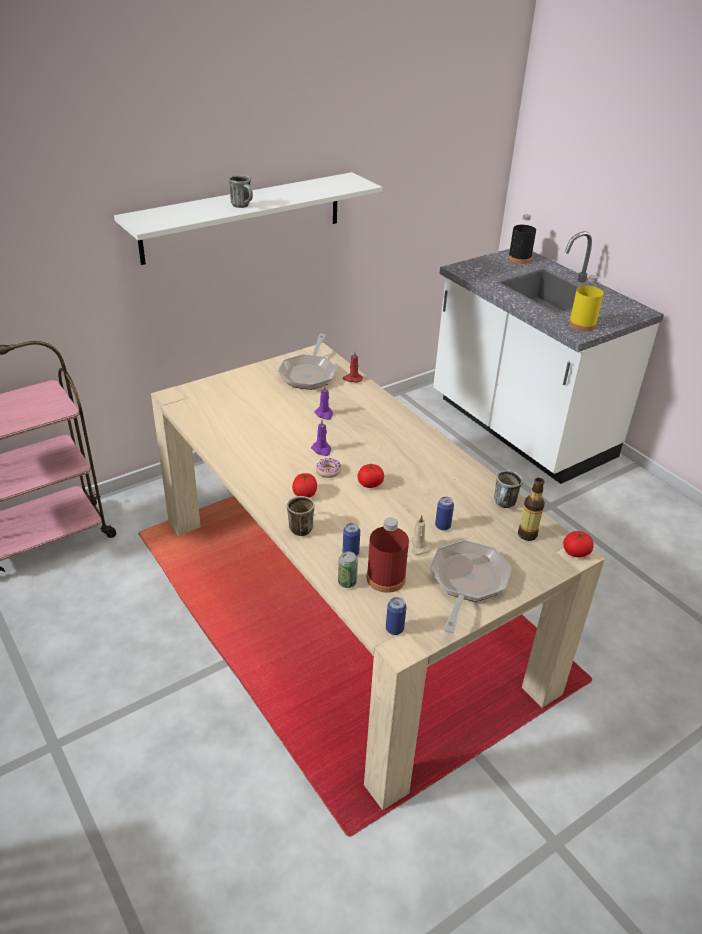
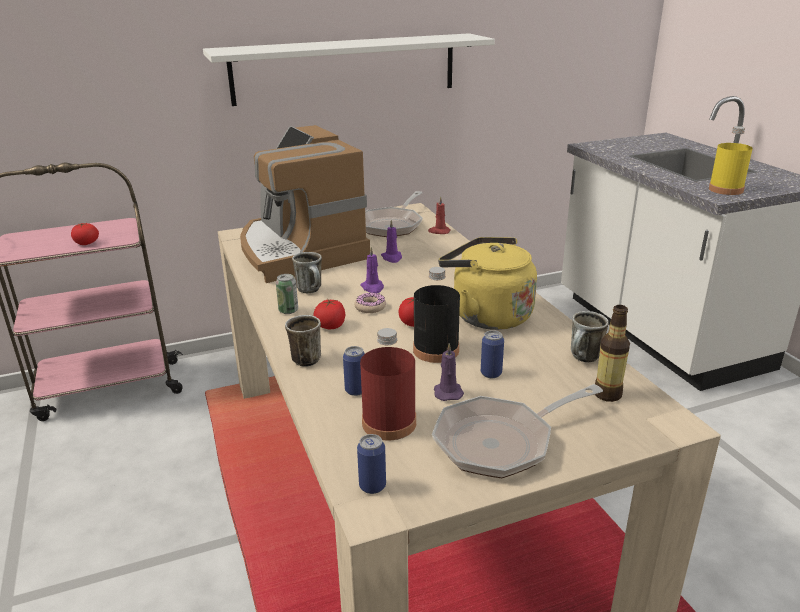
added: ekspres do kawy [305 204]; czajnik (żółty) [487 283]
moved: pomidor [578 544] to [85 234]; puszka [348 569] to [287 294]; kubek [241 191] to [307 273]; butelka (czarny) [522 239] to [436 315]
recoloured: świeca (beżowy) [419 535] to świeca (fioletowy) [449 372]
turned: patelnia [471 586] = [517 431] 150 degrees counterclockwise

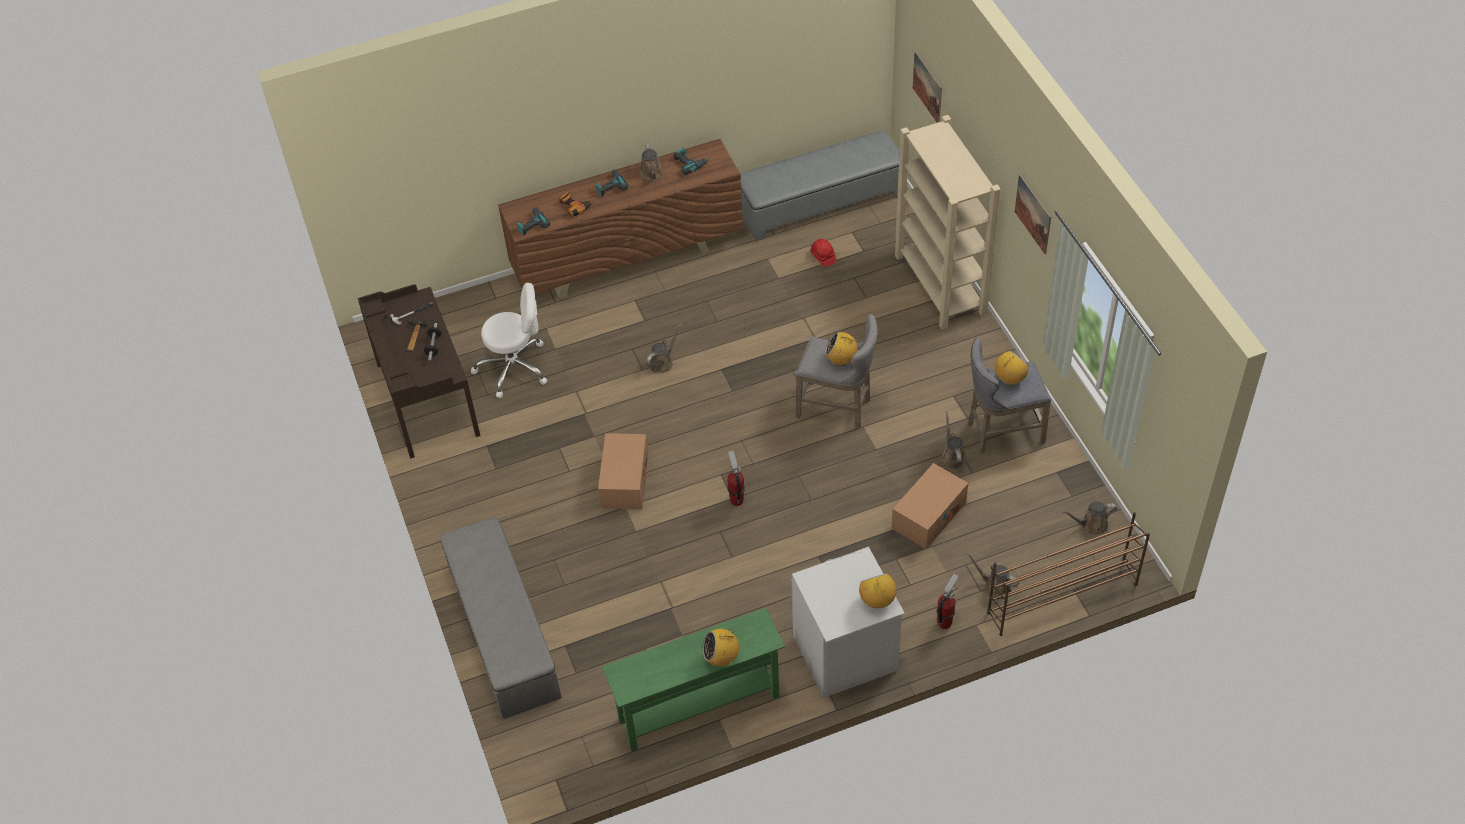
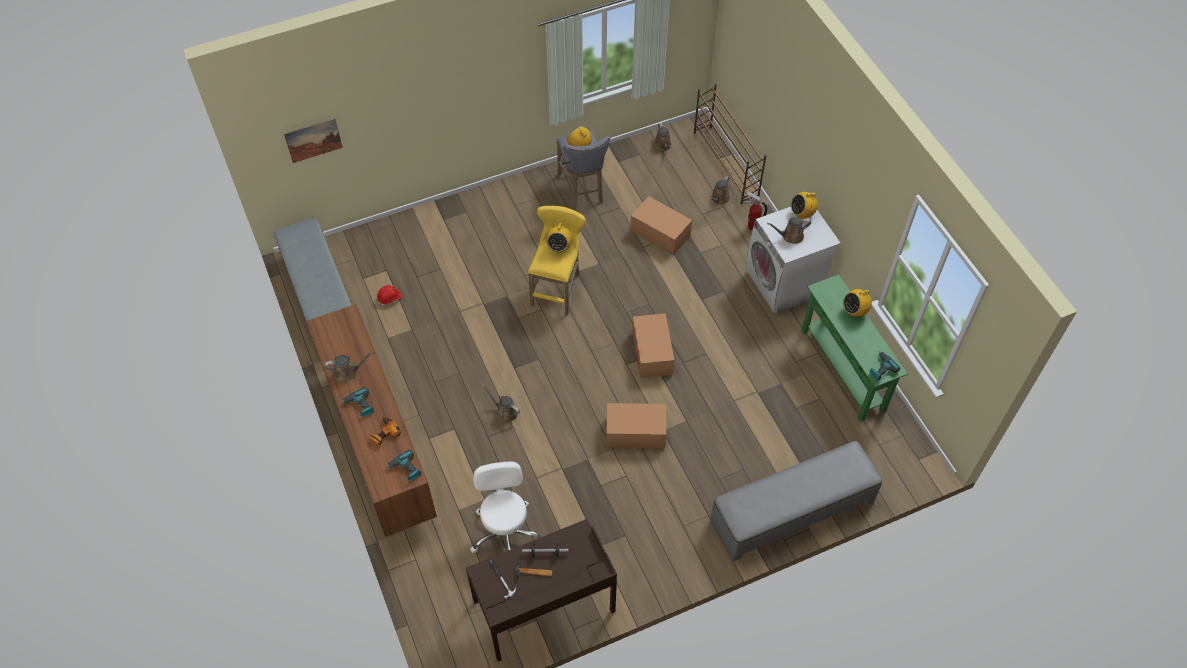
removed: regał (beżowy) [948 222]; obraz [1033 214]
moved: konewka (brązowy) [953 440] to [789 230]; wiertarka [691 161] to [884 366]
replaced: gaśnica [736 478] to karton [653 345]
recoloured: stołek (szary) [837 371] to stołek (żółty) [557 260]
turned: radio [720 647] = [857 302] 75 degrees clockwise

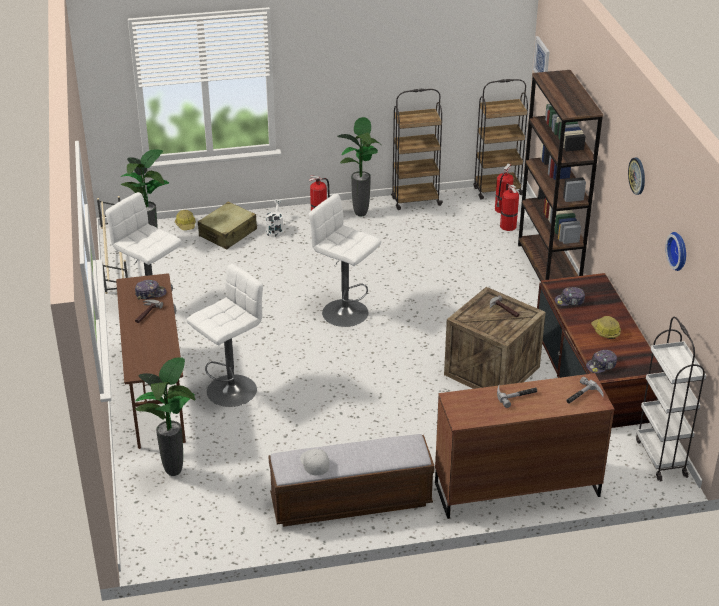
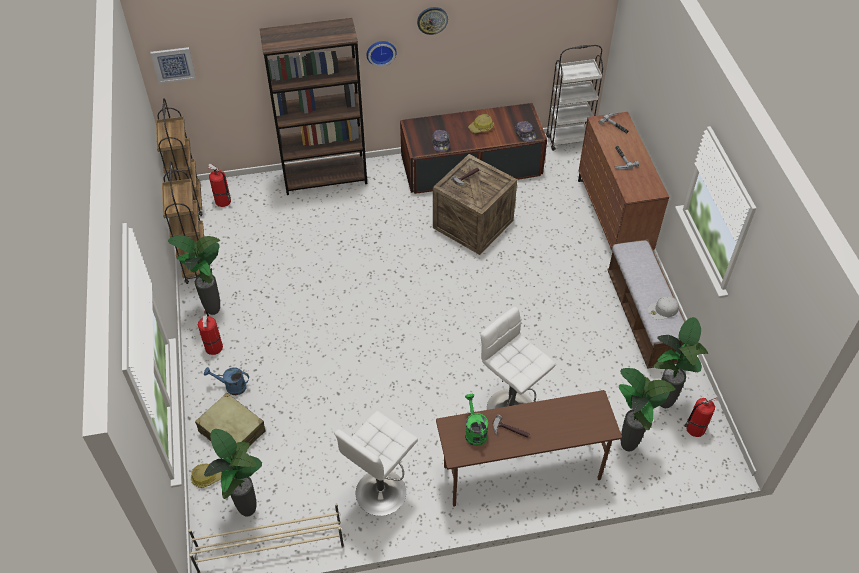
removed: stołek (biały) [345 260]
added: roślina doniczkowa [681 362]
moved: zegar ścienny [675 251] to [381 54]; gaśnica [509 207] to [701 415]
replaced: czapka z daszkiem [150 290] to konewka (zielony) [476 420]
recoloured: konewka (biały) [275 218] to konewka (niebieski) [226 381]

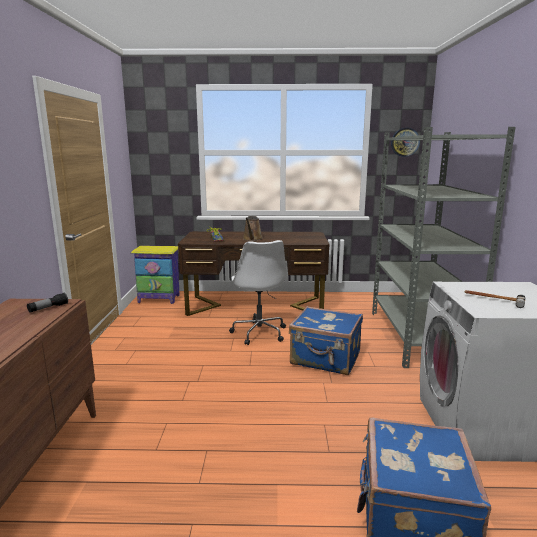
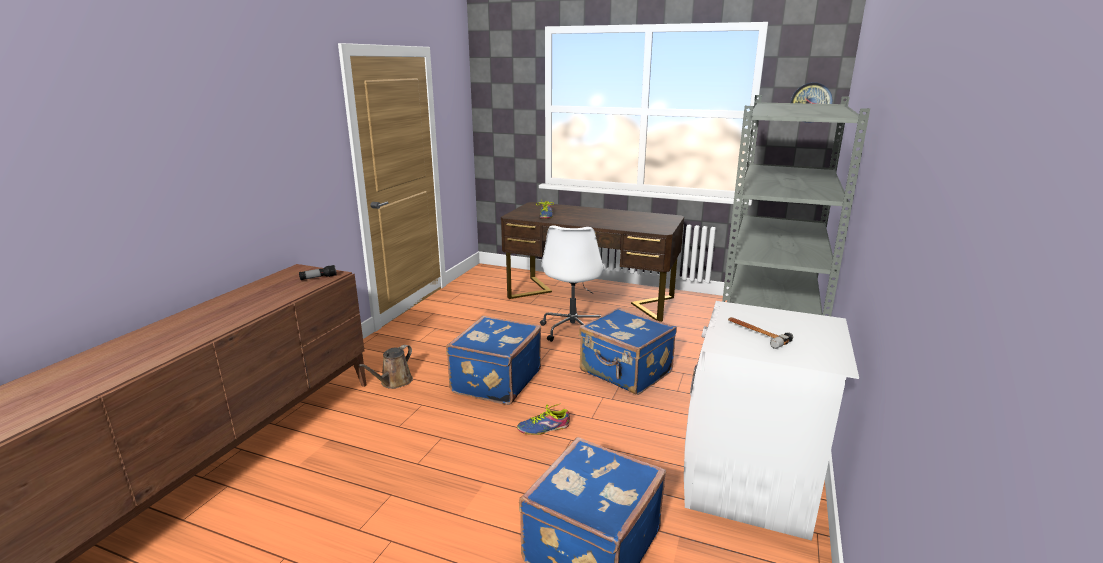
removed: szafka nocna [155 275]
added: walizka (niebieski) [493 360]; but [543 419]
moved: konewka (brązowy) [253 228] to [386 367]

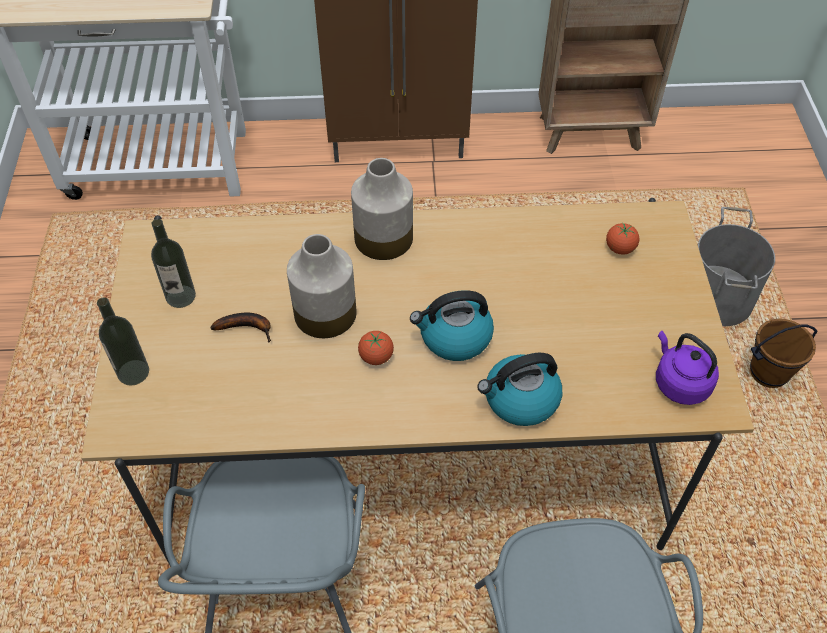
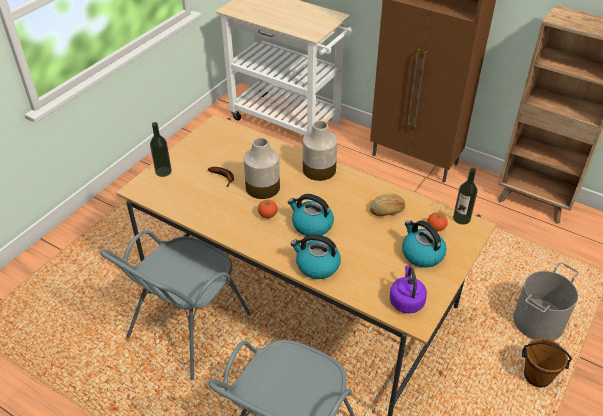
added: chleb [387 205]; czajnik [424 244]
moved: butelka [173 263] to [465 196]

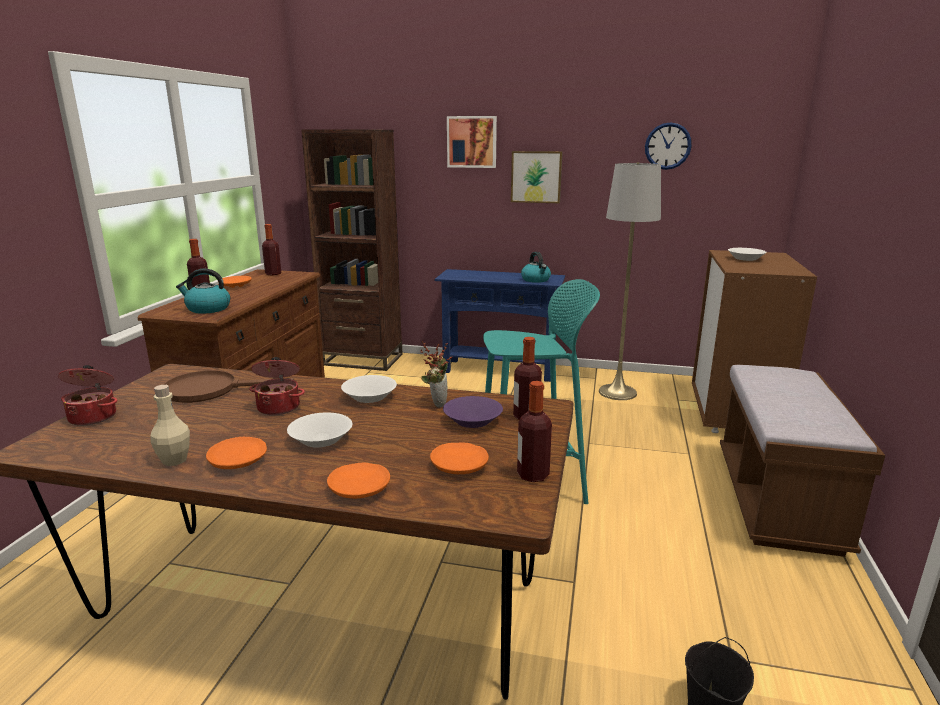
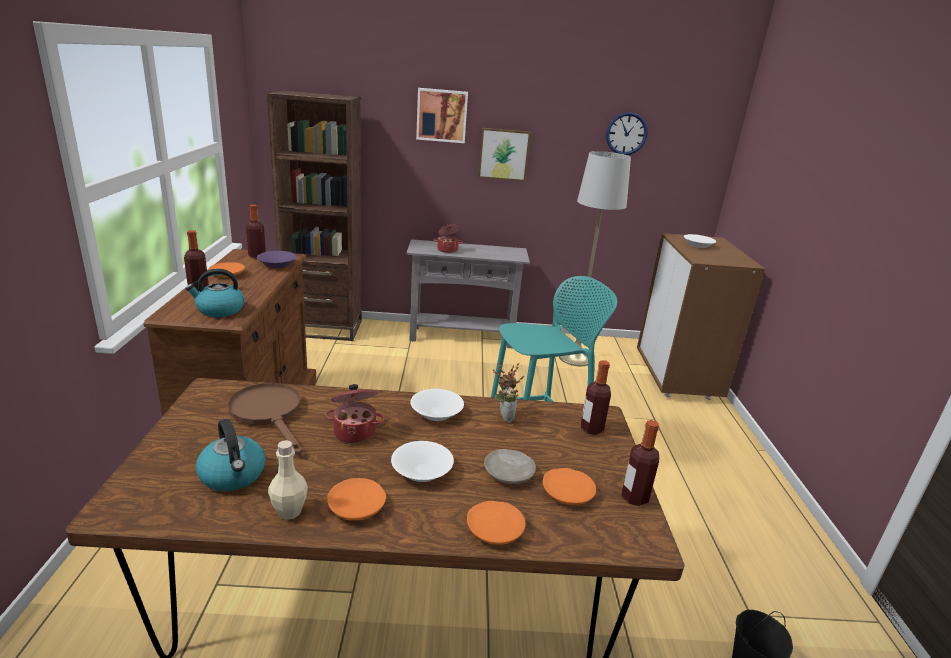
removed: ławka (brązowy) [802 461]
added: talerz (beżowy) [510 466]
moved: czajnik [536 267] to [231 455]; miska (fioletowy) [473 412] to [277 259]; garnek [88 395] to [448 238]
recoloured: stolik konsolowy (niebieski) [500 325] to stolik konsolowy (szary) [468 293]
turned: patelnia (brązowy) [228 386] = [265 419] 75 degrees clockwise

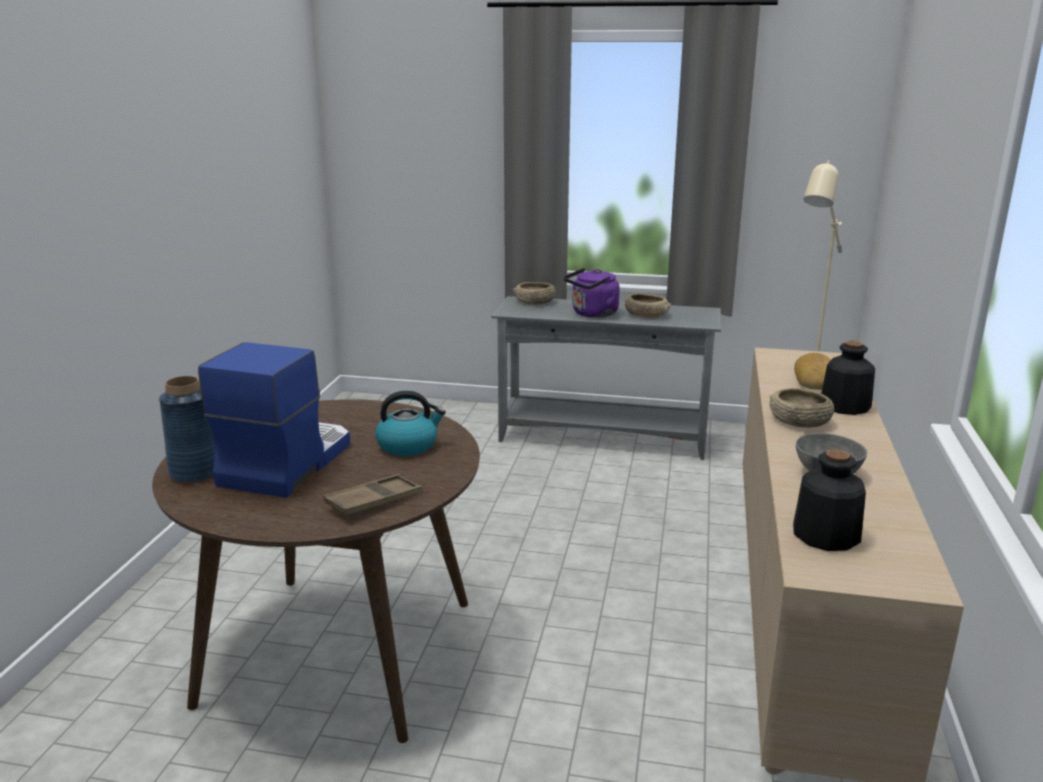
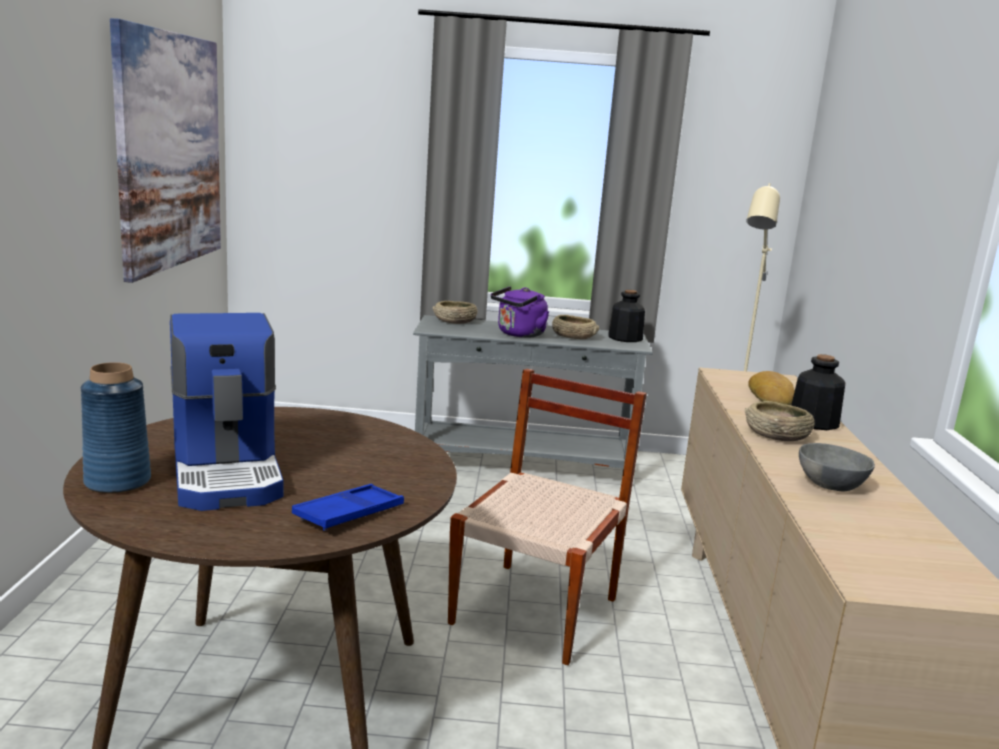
removed: czajnik [410 423]
added: obraz [165 150]; krzesło [547 517]
moved: butelka [829 500] to [626 316]
recoloured: taca (brązowy) [373 495] to taca (niebieski) [348 507]
turned: ekspres do kawy [274 420] = [226 412] 150 degrees clockwise

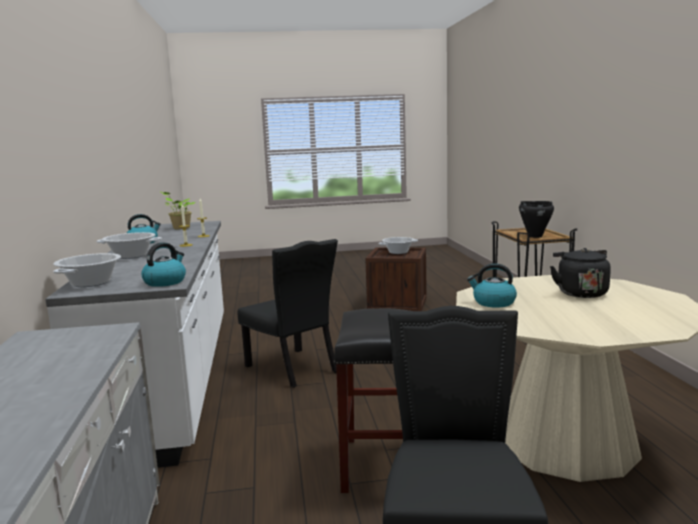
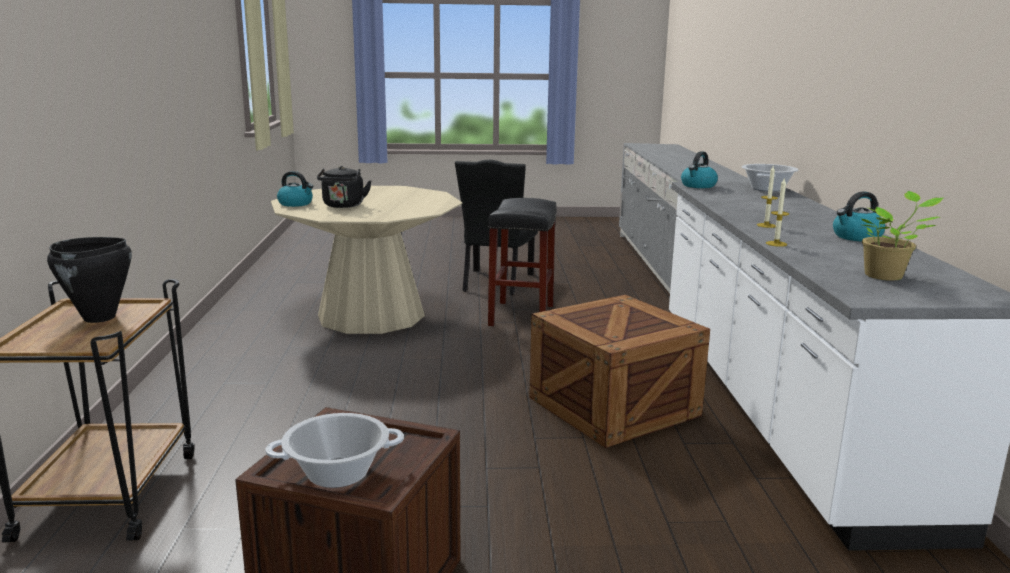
removed: garnek [129 245]
moved: czajnik [492 285] to [295 189]
replaced: krzesło (czarny) [288 313] to skrzynka [619 371]

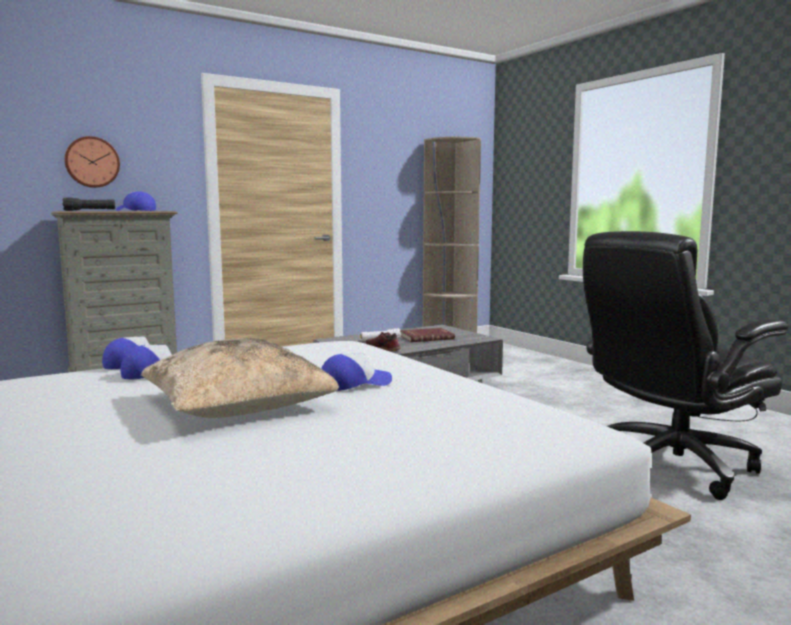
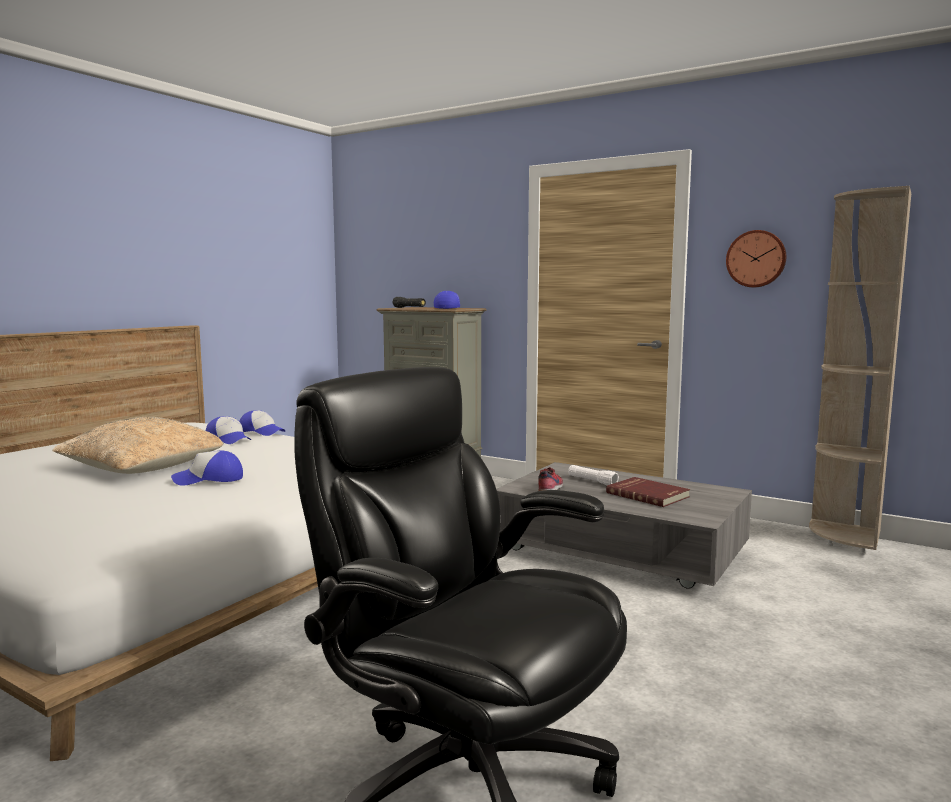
moved: zegar ścienny [92 162] to [756 258]
turned: czapka z daszkiem [356 372] = [207 468] 120 degrees clockwise

